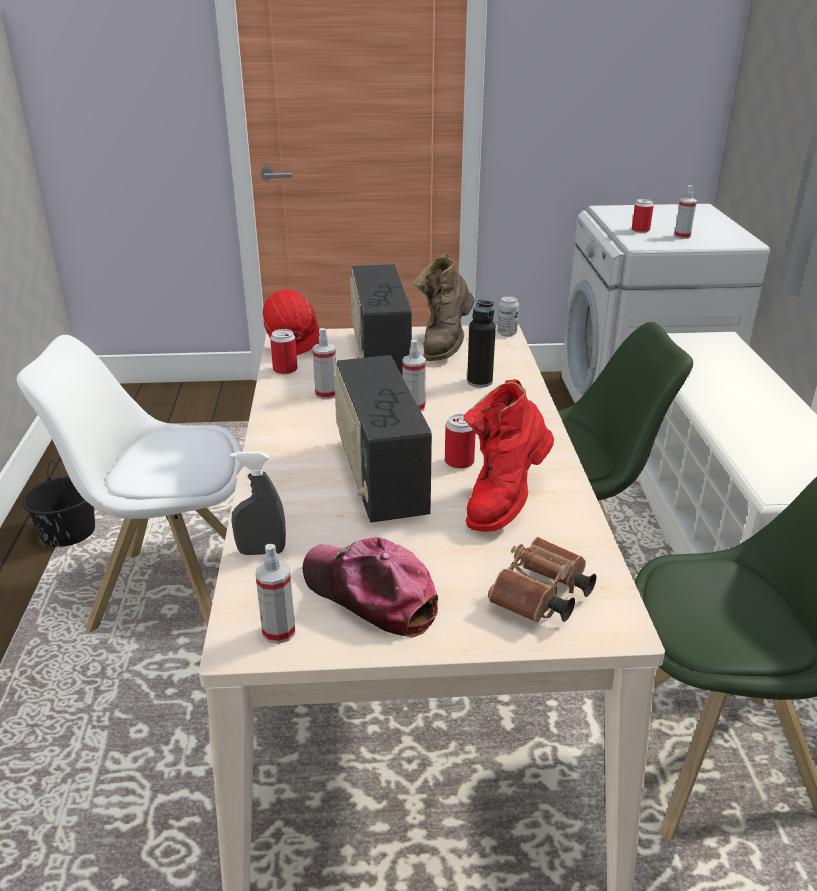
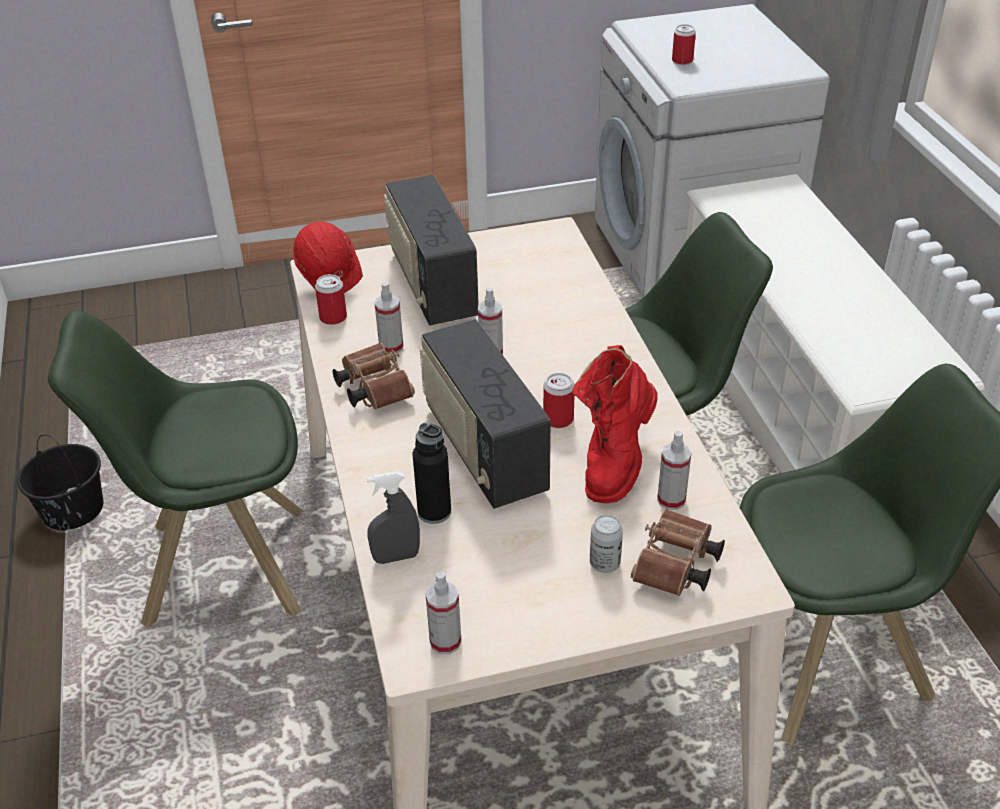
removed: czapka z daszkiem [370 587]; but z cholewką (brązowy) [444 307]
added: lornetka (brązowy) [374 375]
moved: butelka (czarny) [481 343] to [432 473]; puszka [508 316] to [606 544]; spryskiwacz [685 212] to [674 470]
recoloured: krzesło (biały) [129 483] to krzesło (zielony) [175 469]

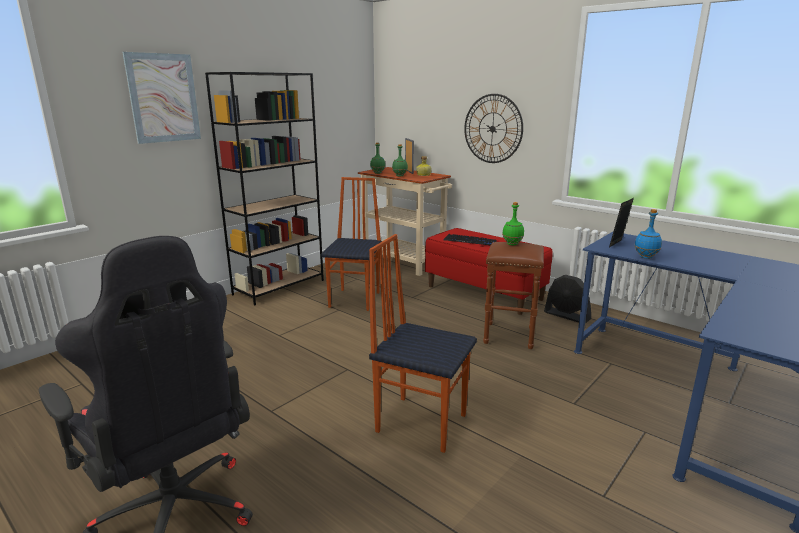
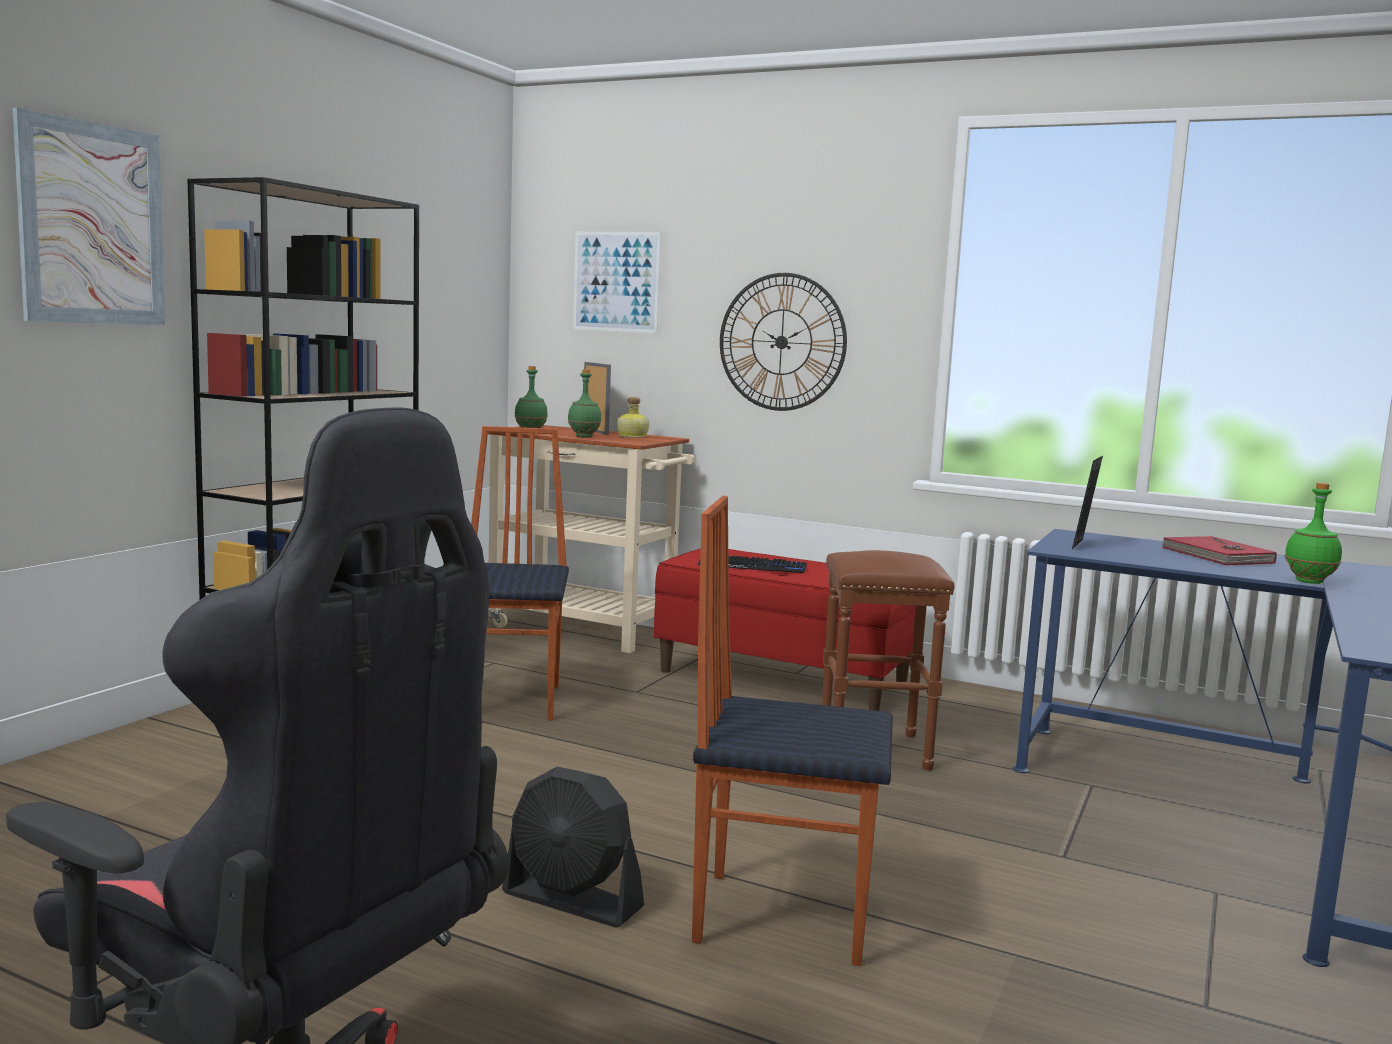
removed: butelka (niebieski) [648 234]
added: obraz [617 282]; książka (czerwony) [1219 550]
moved: wentylator (czarny) [567 299] to [573 847]; butelka (zielony) [513 223] to [1313 533]

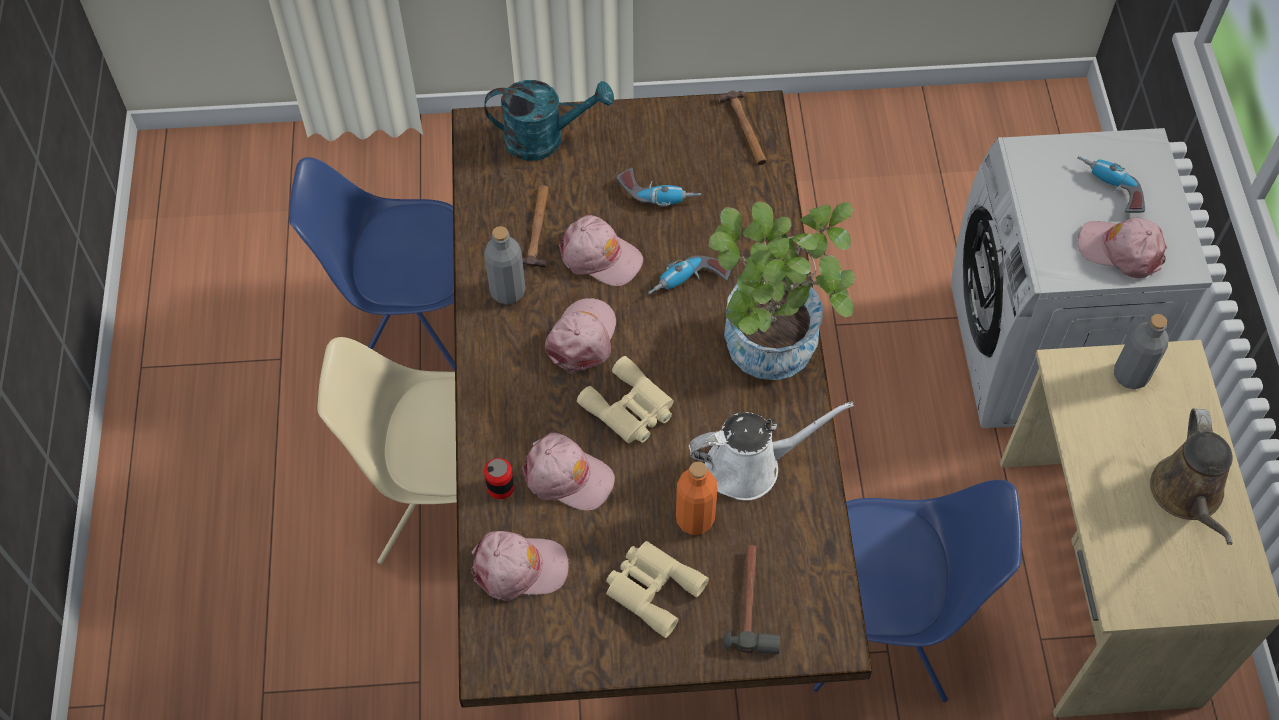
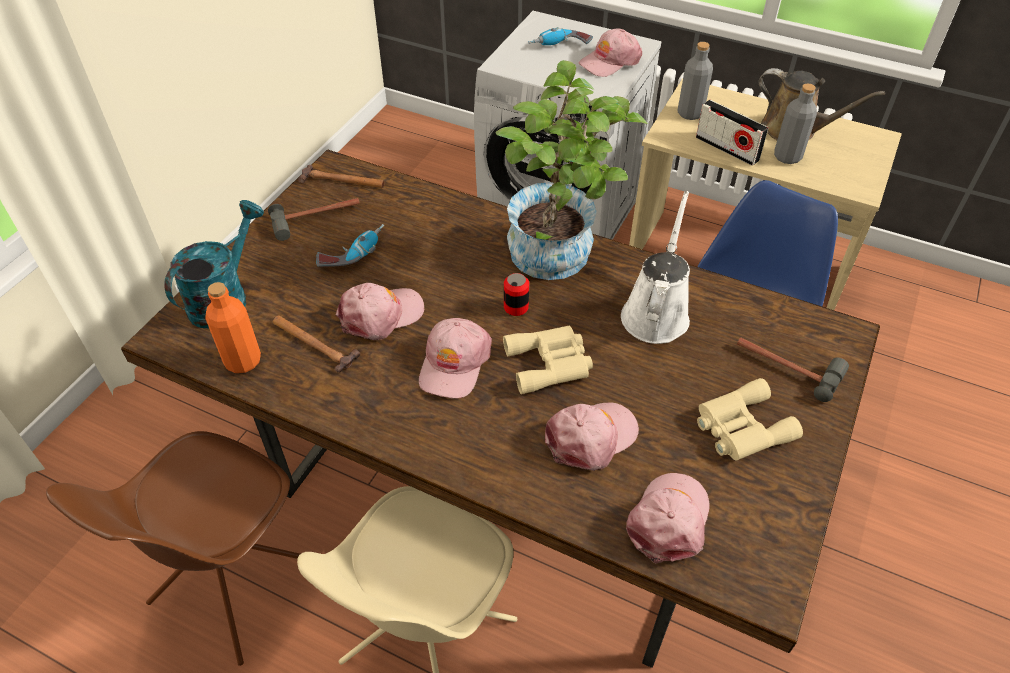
removed: wiertarka [689 275]
added: młotek [314 219]; radio [732 133]
moved: butelka (pomarańczowy) [697 498] to [233 327]; puszka [499 478] to [516 294]; butelka (szary) [505 265] to [795 123]
recoloured: krzesło (niebieski) [372 264] to krzesło (brązowy) [173 548]
turned: czapka z daszkiem (różowy) [580 336] = [455 358] 120 degrees counterclockwise

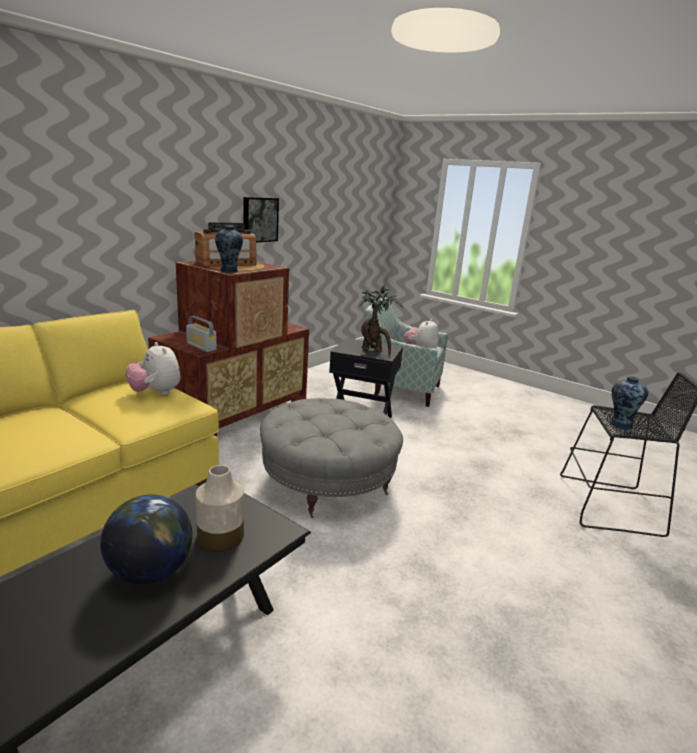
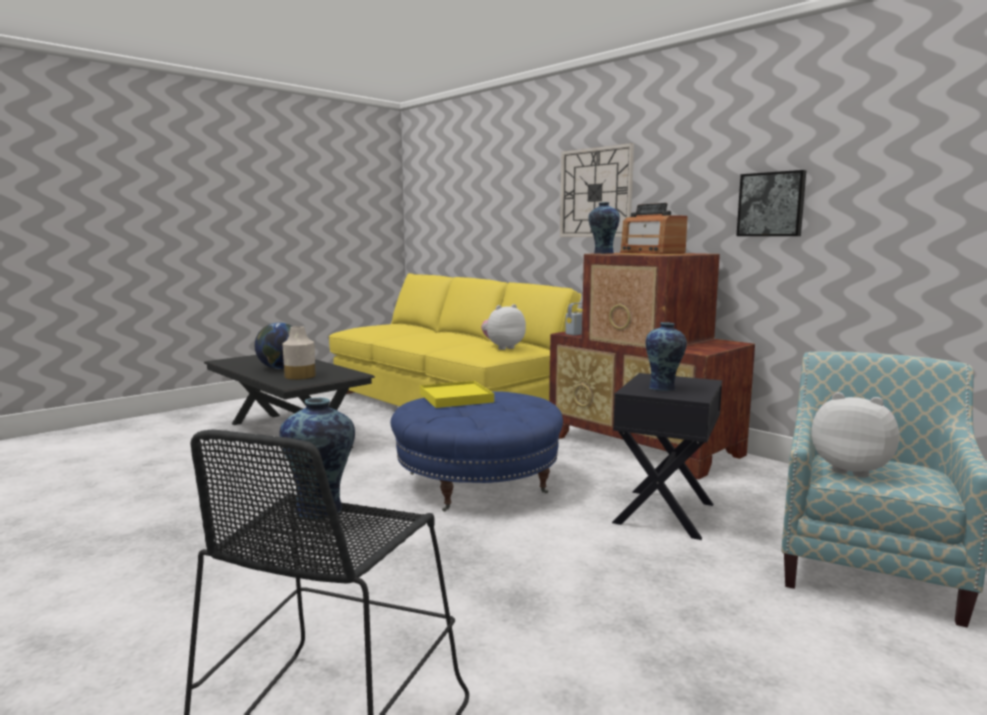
added: taca (żółty) [457 394]; zegar ścienny [597 190]
replaced: roślina doniczkowa [381 319] to wazon [666 356]
recoloured: pufa (szary) [331 458] to pufa (niebieski) [476 451]

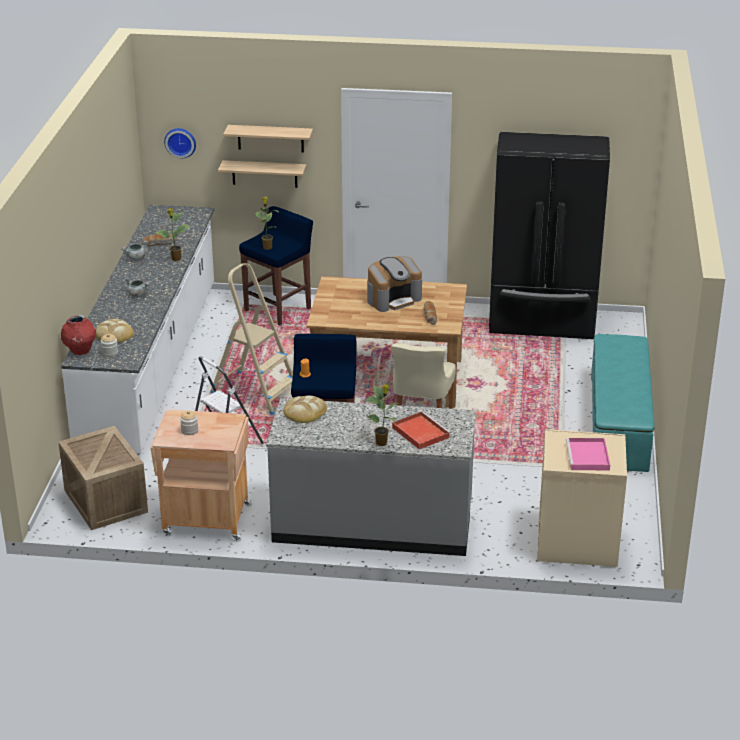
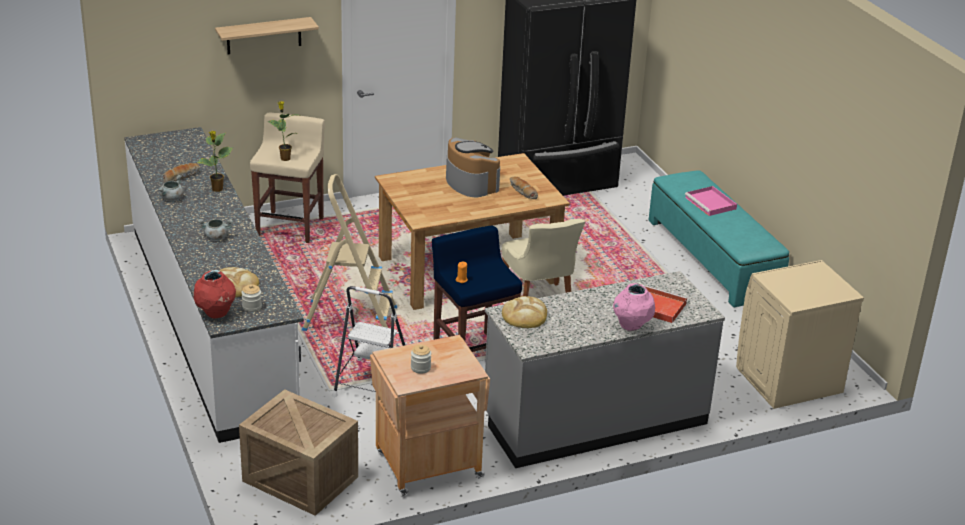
removed: zegar ścienny [180 143]; półka [262 174]
moved: taca (różowy) [588 454] to [711 201]
replaced: roślina doniczkowa [382 415] to wazon (różowy) [634 307]
recoloured: stołek (niebieski) [276 266] to stołek (beżowy) [287 178]
turned: ekspres do kawy [394 284] = [473 167] 60 degrees counterclockwise

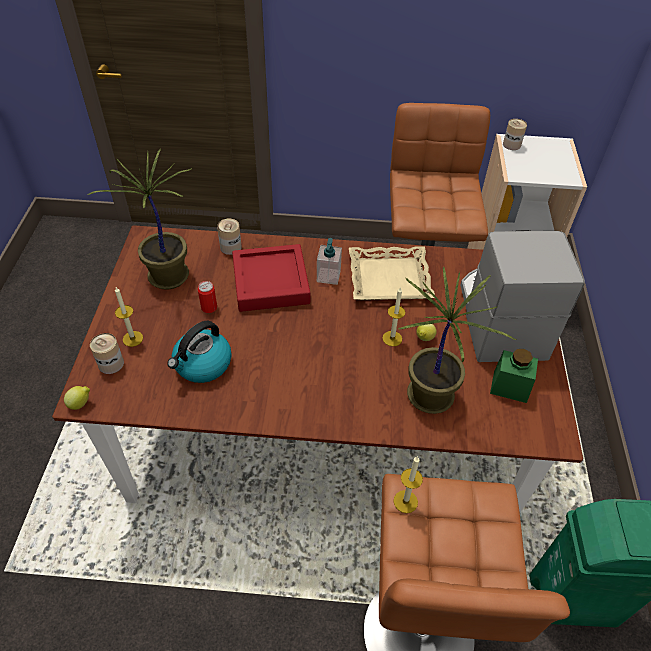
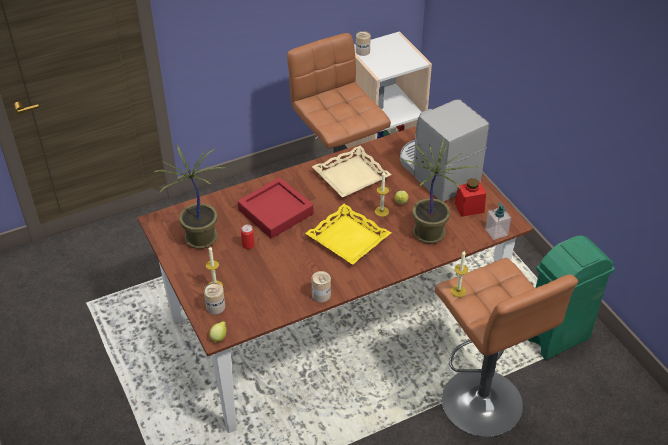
removed: czajnik [199 352]
added: taca (żółty) [348 234]
moved: puszka [229 237] to [321 287]; dozownik mydła [329 261] to [498 221]
recoloured: słoik (zielony) [514 376] to słoik (czerwony) [470 197]

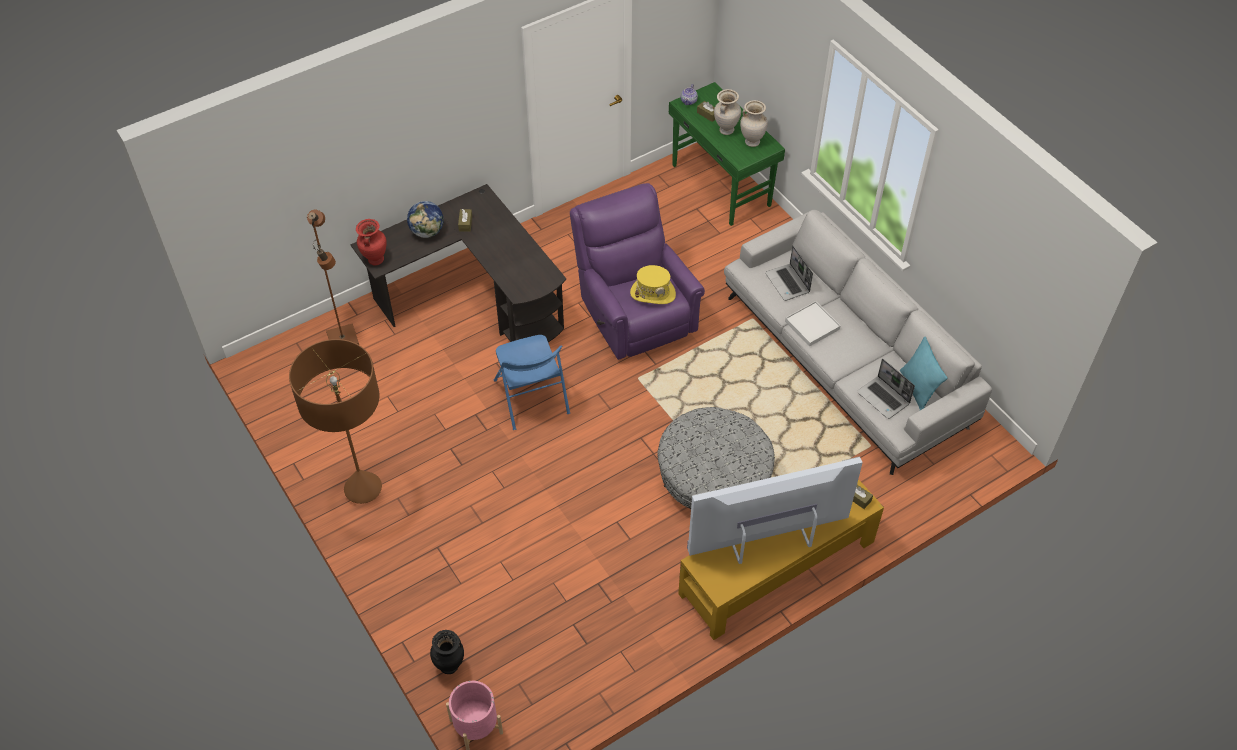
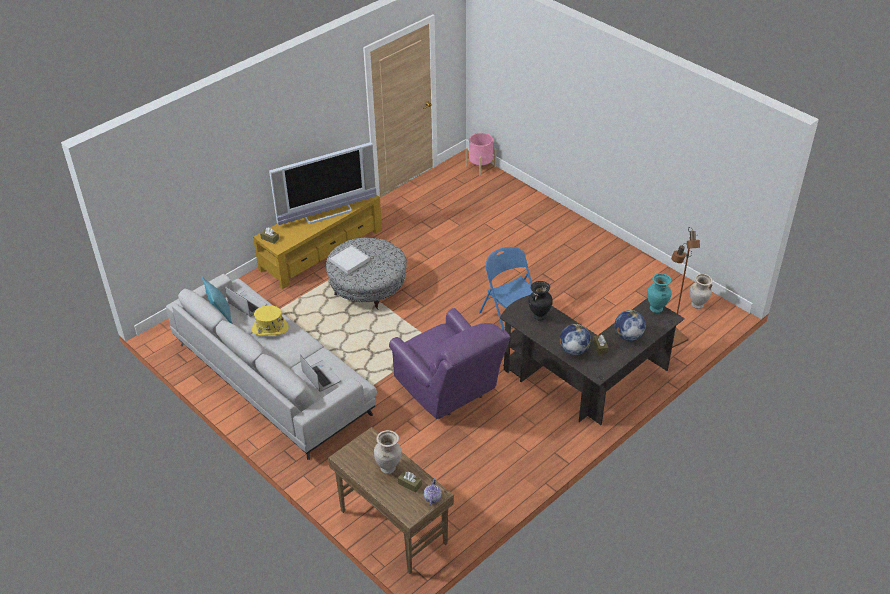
removed: lampa stojąca (brązowy) [335 421]
added: globus [575 339]
moved: kapelusz (żółty) [653 284] to [270 320]; taca (biały) [812 324] to [349 259]; wazon (czarny) [447 652] to [540 300]; wazon (beżowy) [754 123] to [701 291]
recoloured: stolik konsolowy (zielony) [727 154] to stolik konsolowy (brązowy) [391 500]; wazon (czerwony) [371 242] to wazon (turkusowy) [659 293]

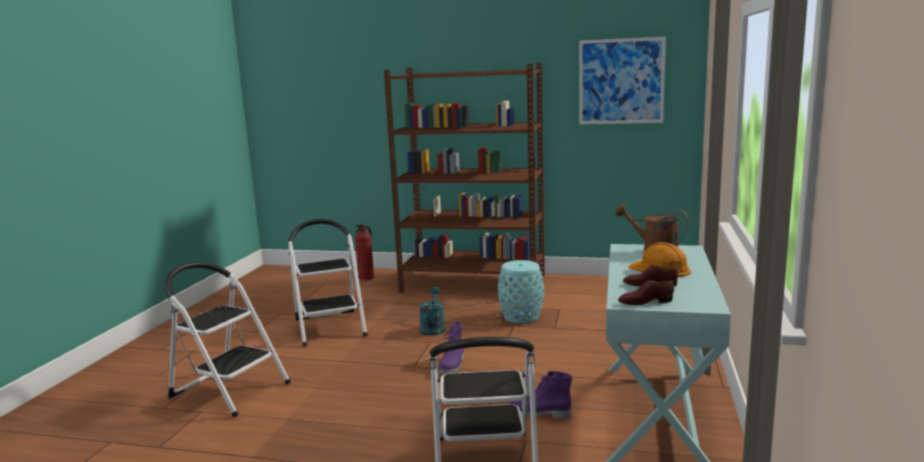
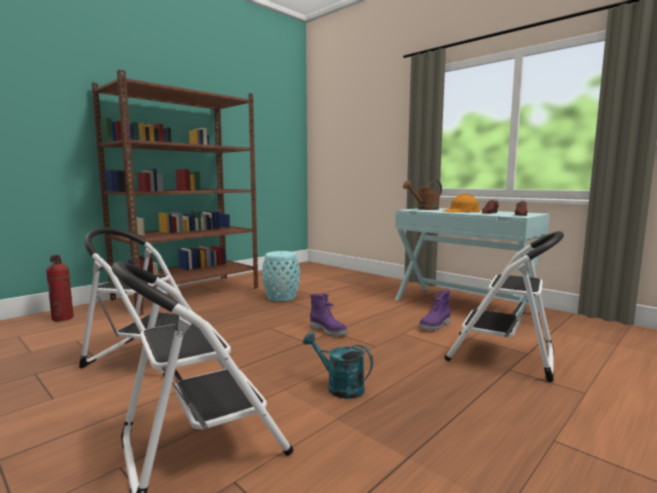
removed: obraz [622 80]
moved: konewka (turkusowy) [432 311] to [338 365]

